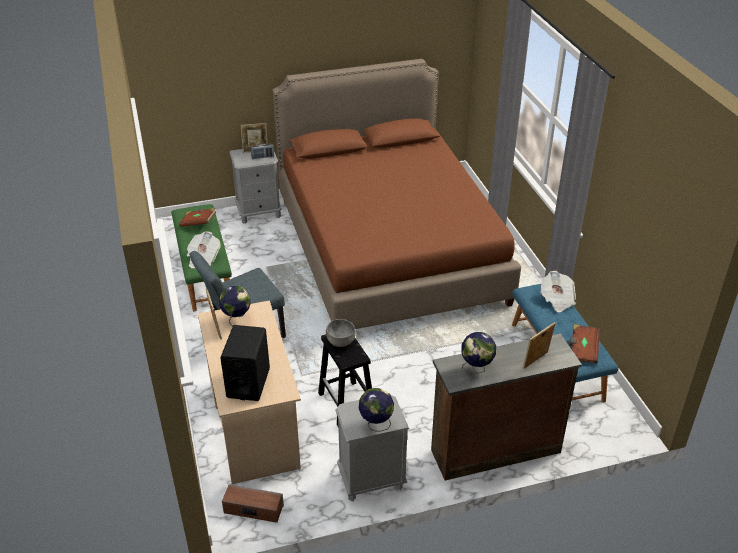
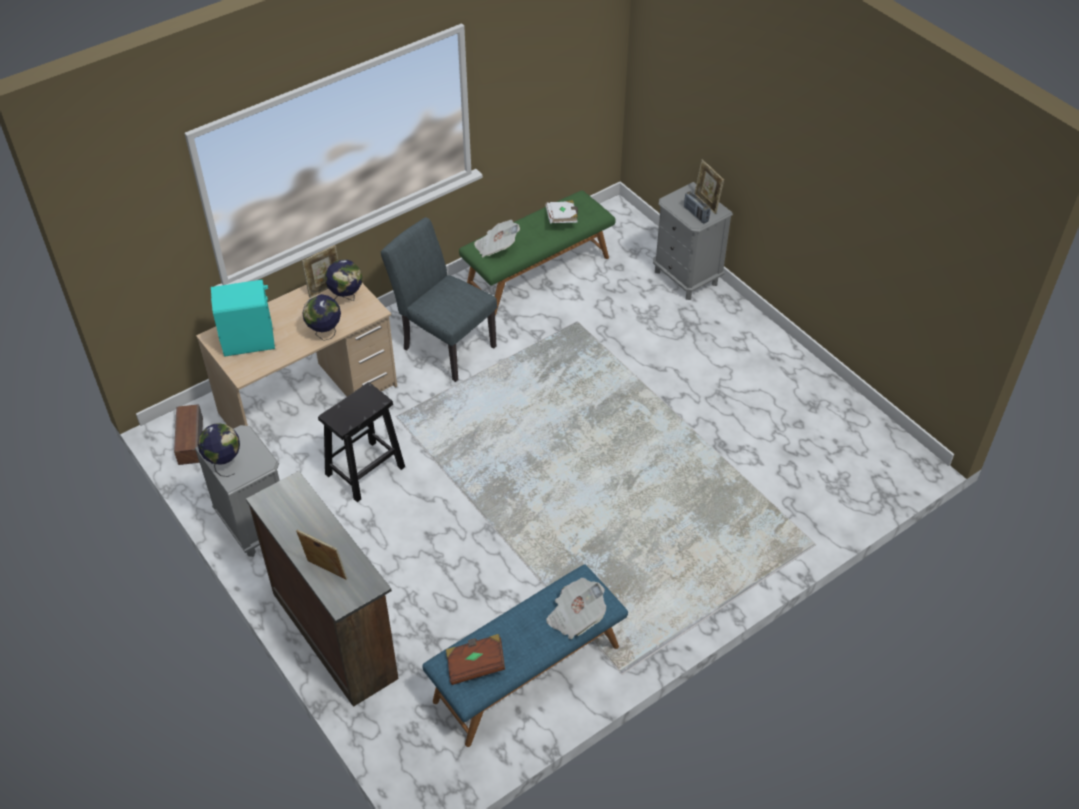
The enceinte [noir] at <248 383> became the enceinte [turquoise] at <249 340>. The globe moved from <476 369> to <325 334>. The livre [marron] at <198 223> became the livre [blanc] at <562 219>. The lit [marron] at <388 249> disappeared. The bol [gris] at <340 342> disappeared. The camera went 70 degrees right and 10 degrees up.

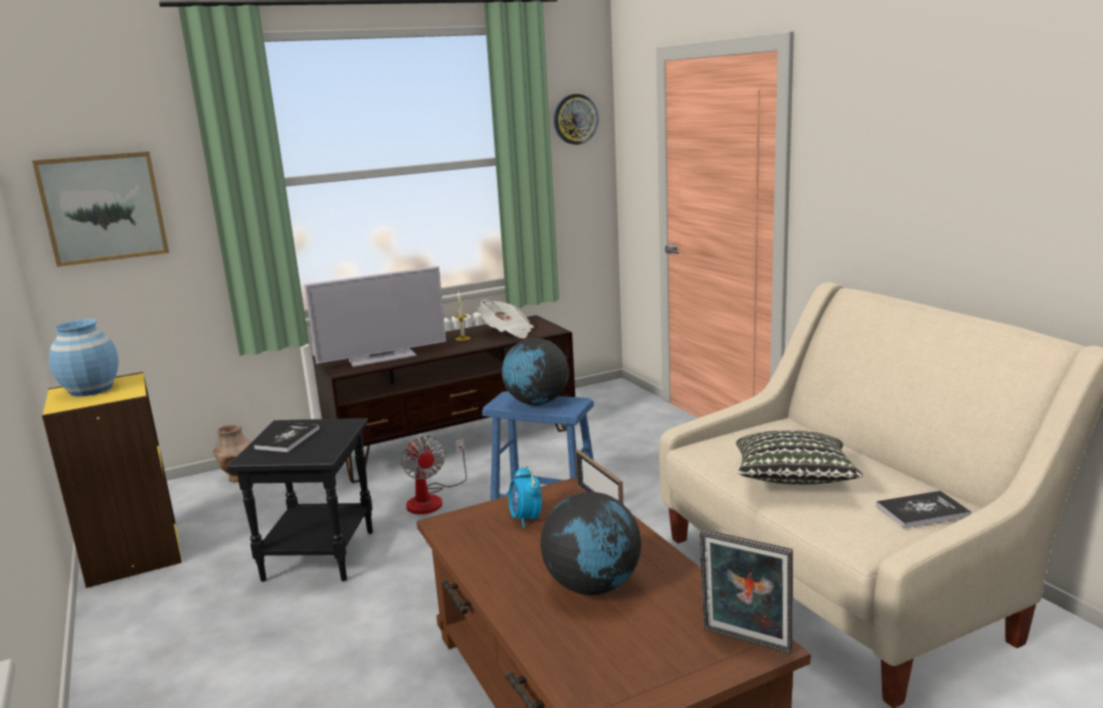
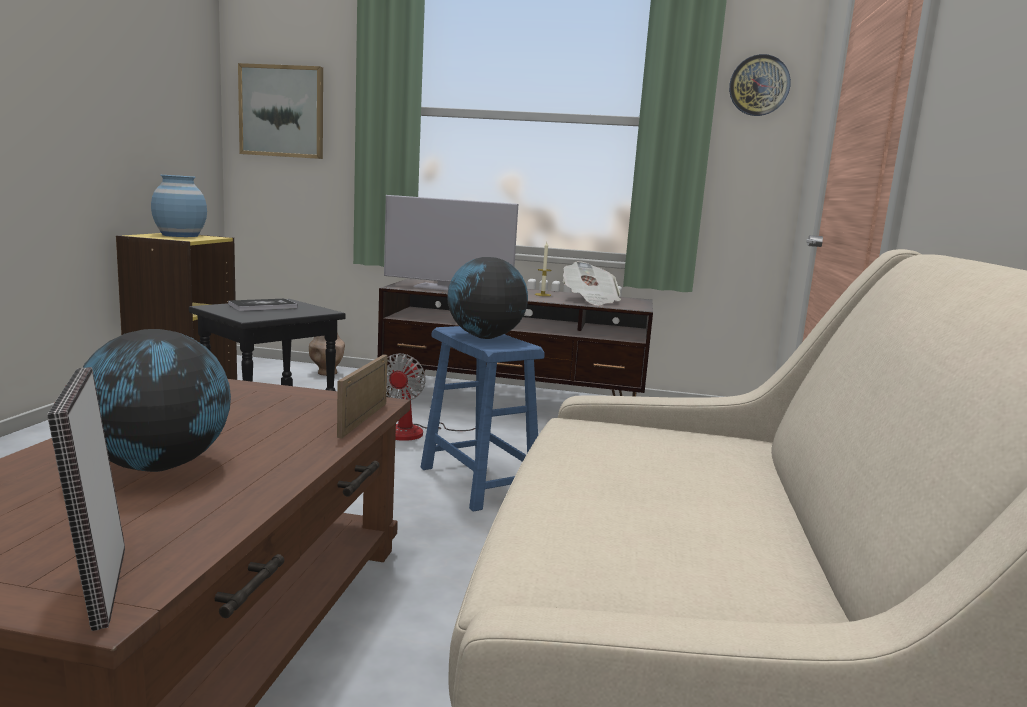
The réveil at <526 519> disappeared. The coussin at <792 480> disappeared. The livre at <922 511> disappeared. The camera went 35 degrees right and 5 degrees down.

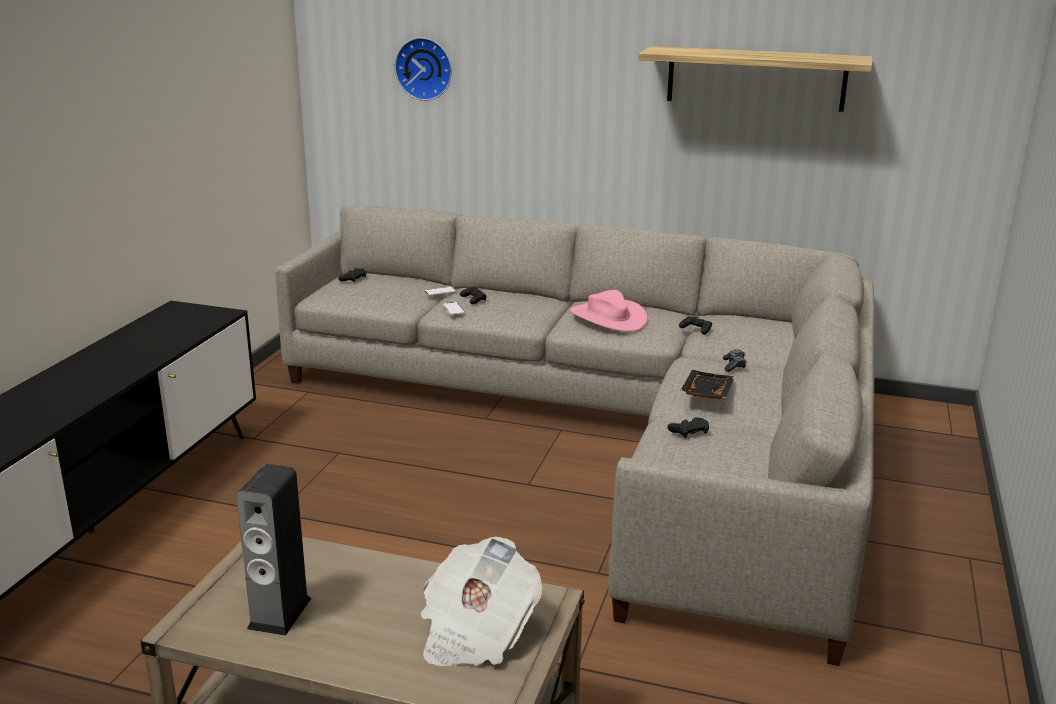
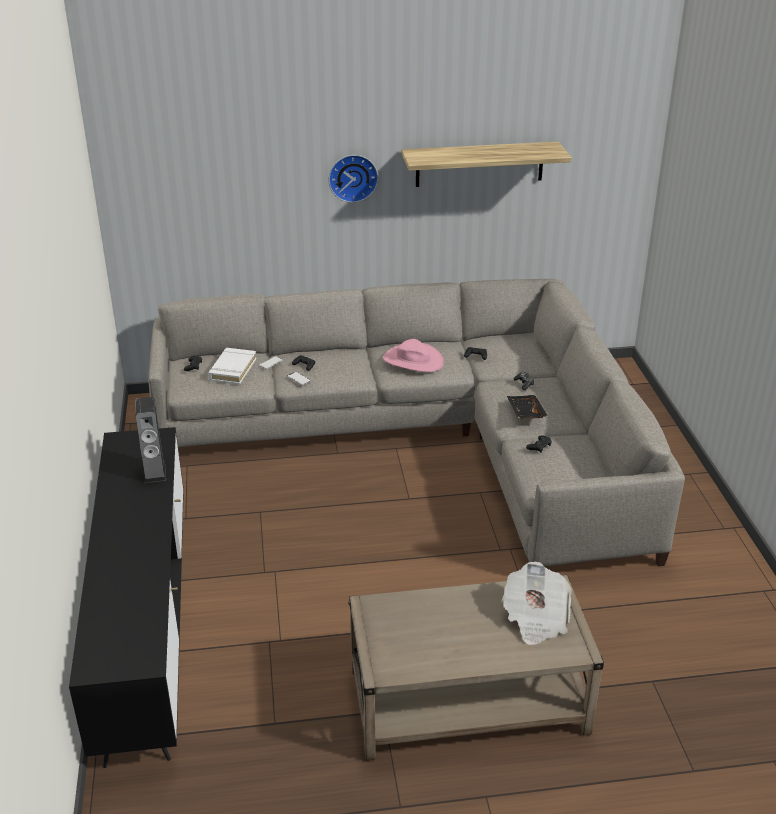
The enceinte moved from <279 613> to <154 472>. The livre [blanc] at <232 369> appeared. The horloge murale moved from <425 68> to <353 177>. The camera went 25 degrees left and 10 degrees up.

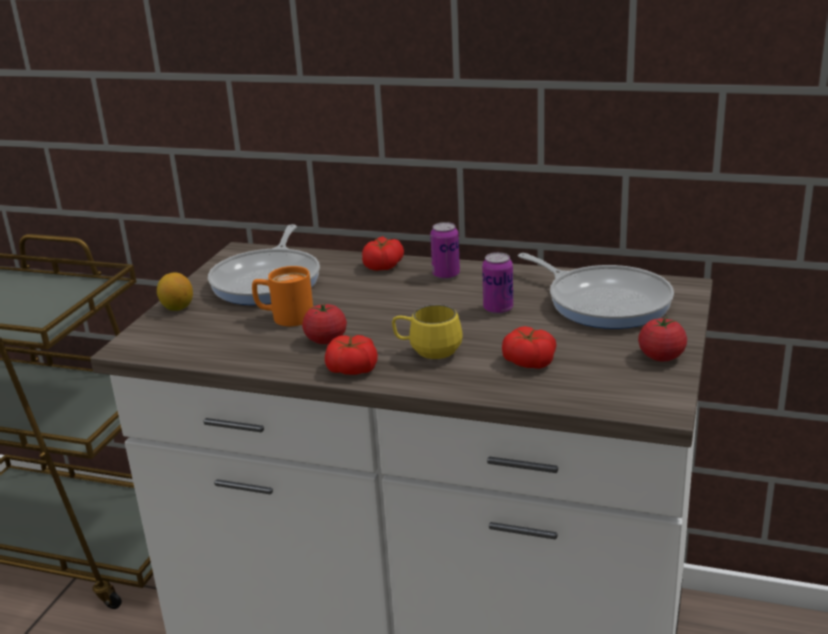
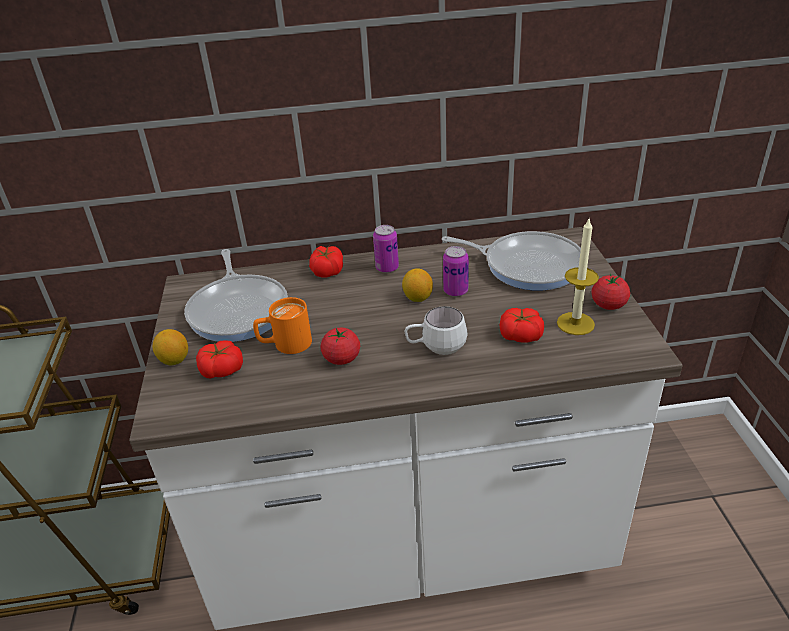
The tomate moved from <352 369> to <222 369>. The citron at <417 298> appeared. The mug [jaune] at <427 352> became the mug [blanc] at <436 348>. The bougie at <575 323> appeared. The camera went 25 degrees left and 10 degrees up.

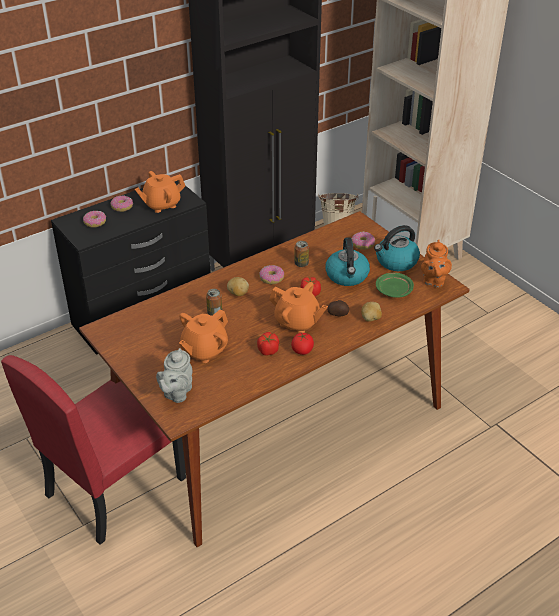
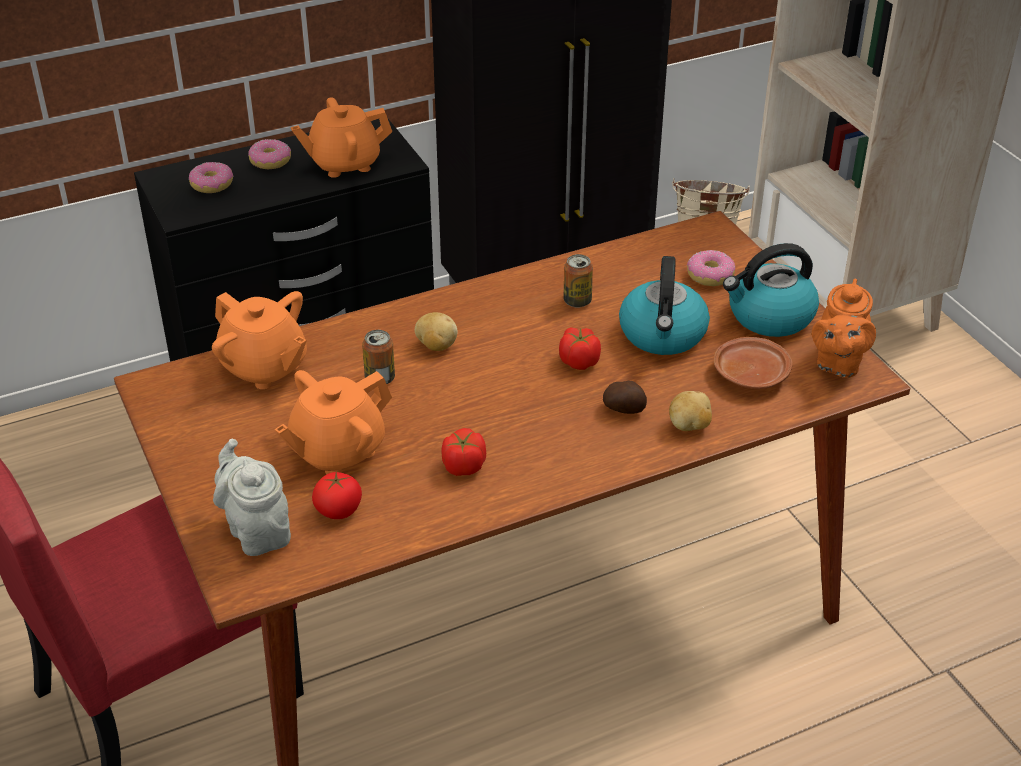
The théière [orange] moved from <297 322> to <264 367>. The théière [gris] at <176 393> turned 120 degrees clockwise. The tomate moved from <302 350> to <338 510>. The assiette [vert] at <393 290> became the assiette [marron] at <751 373>. The beignet at <271 278> disappeared. The camera went 10 degrees right and 0 degrees up.

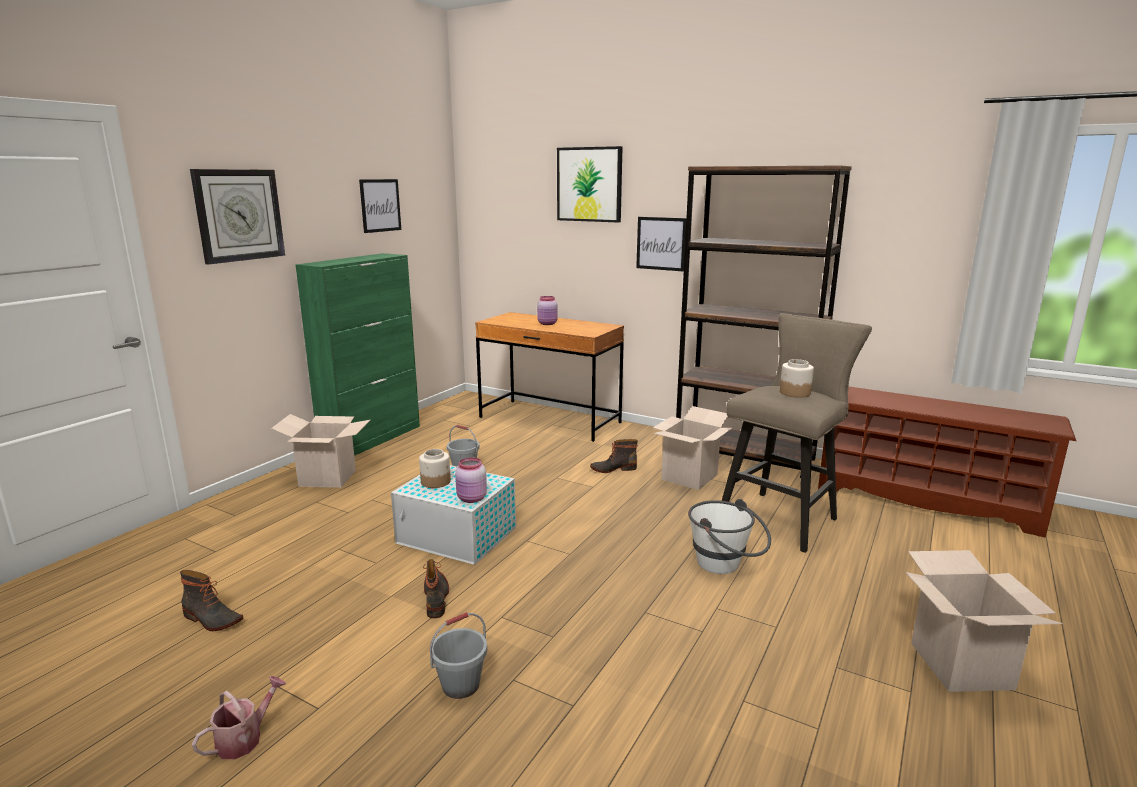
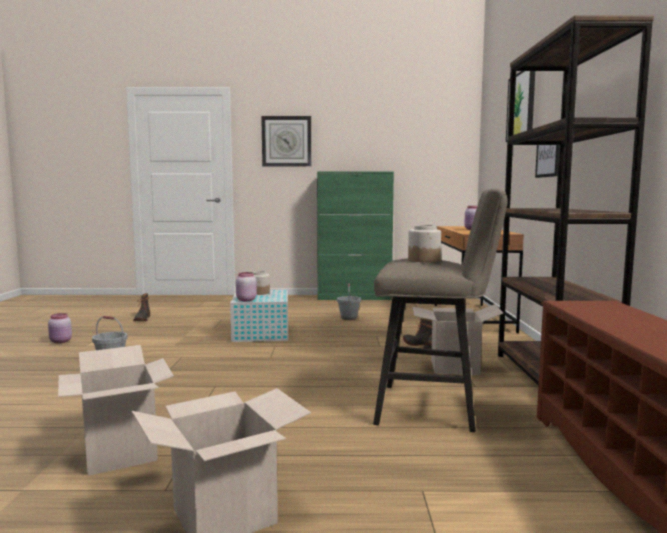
The arrosoir at <245 738> was replaced by the bocal [rose] at <61 341>. The carton moved from <328 478> to <120 453>. The tableau at <380 205> disappeared. The botte at <436 597> disappeared. The seau [blanc] at <726 566> disappeared. The camera went 60 degrees right and 10 degrees down.

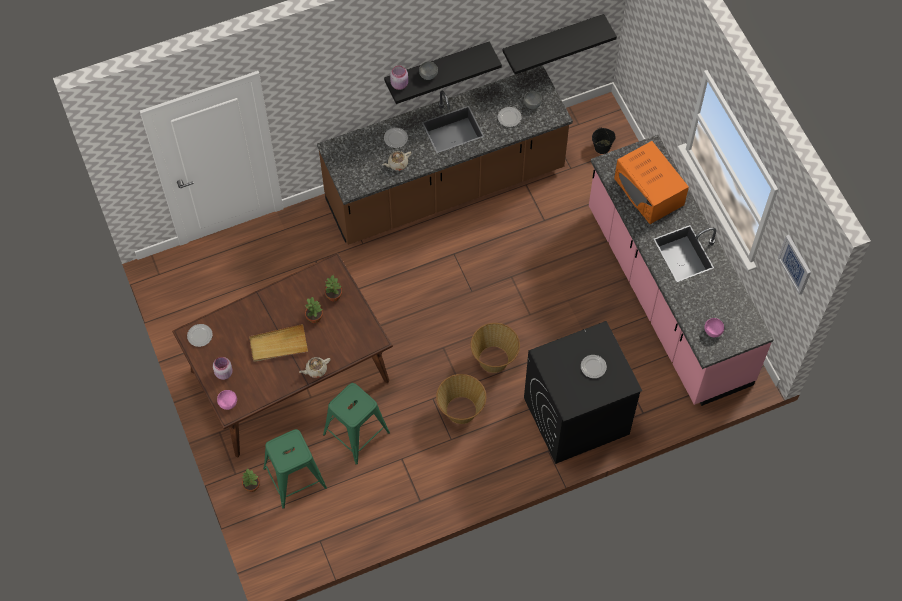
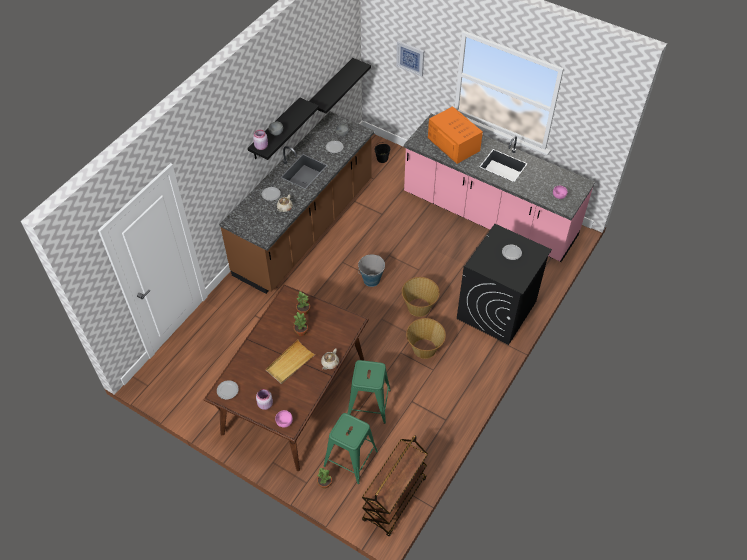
The seau at <371 280> appeared. The chariot [marron] at <395 500> appeared. The tableau moved from <795 264> to <410 58>. The micro-ondes [orange] at <649 191> turned 150 degrees counterclockwise. The camera went 35 degrees left and 10 degrees down.

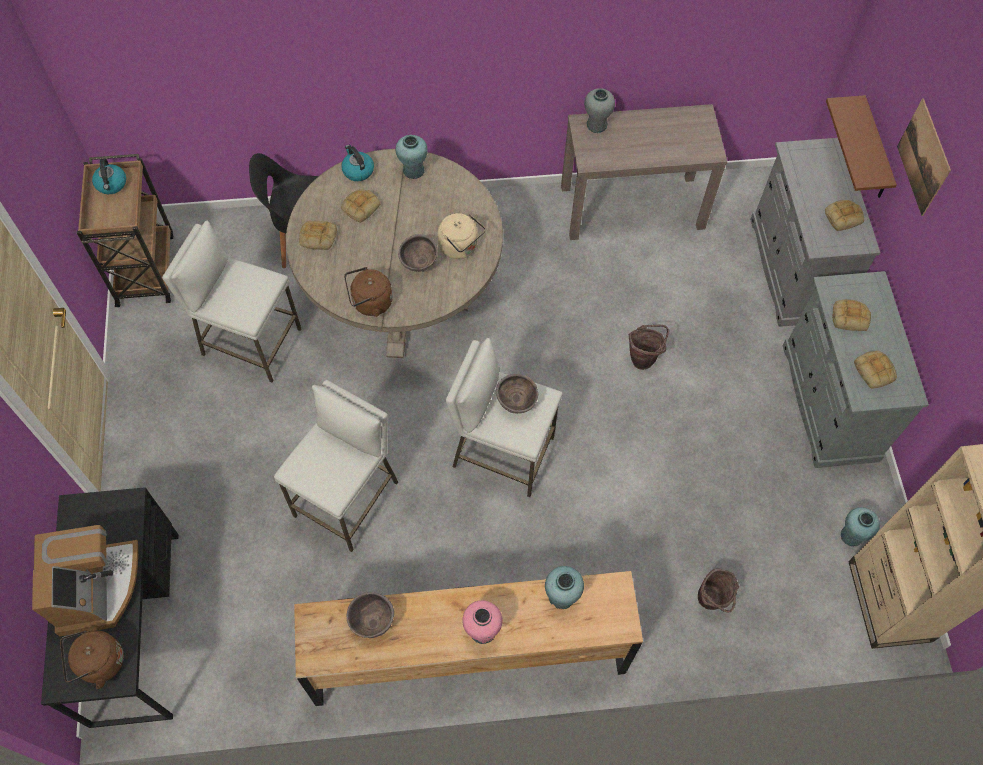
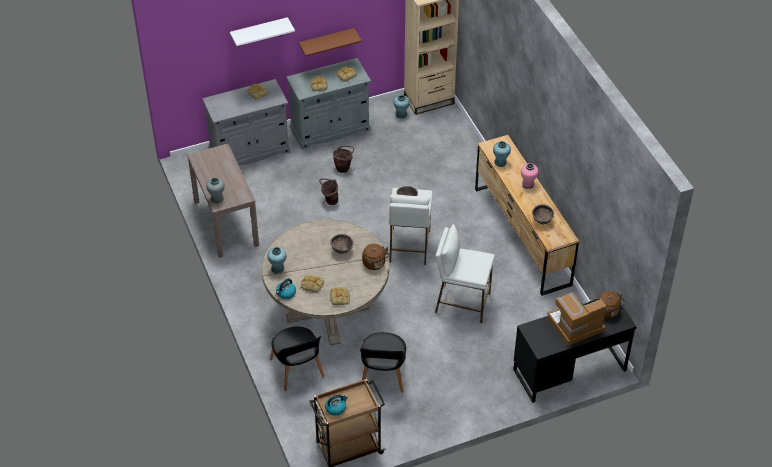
The tableau at <923 157> was replaced by the étagère [blanc] at <259 32>. The étagère [marron] moved from <874 151> to <326 42>. The seau [marron] moved from <711 601> to <344 168>. The tabouret [blanc] at <251 342> was replaced by the chaise [noir] at <383 376>. The bouilloire [beige] at <460 247> disappeared. The camera went 105 degrees left and 15 degrees down.

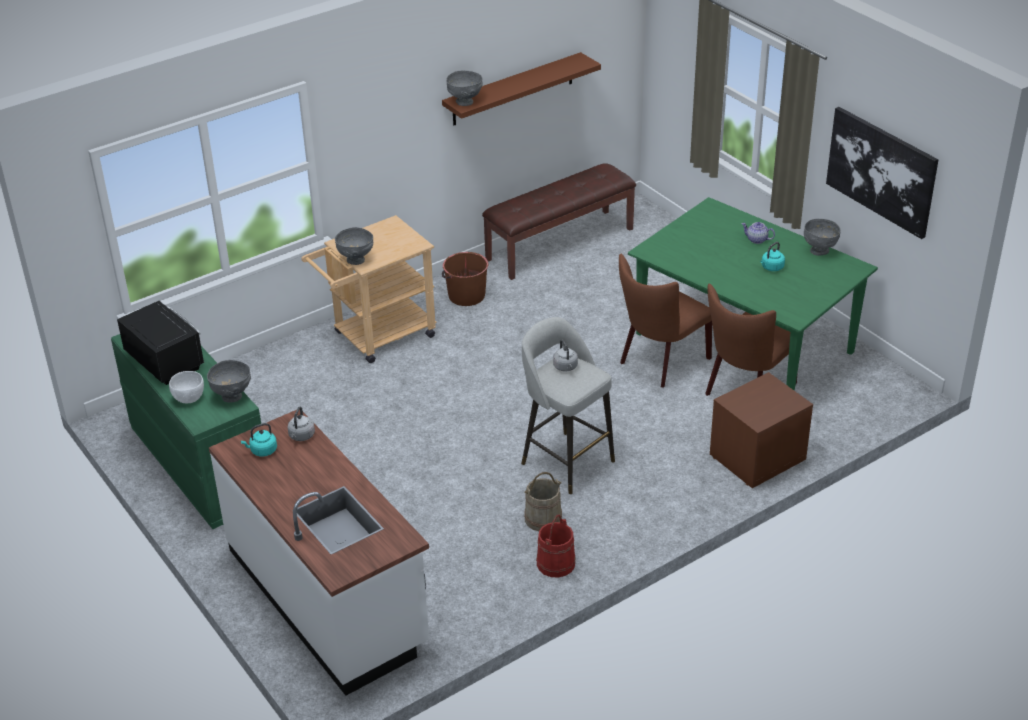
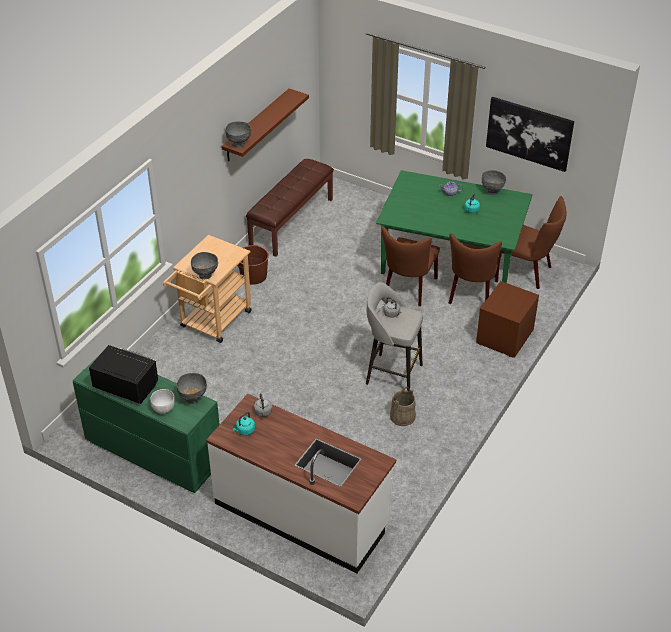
The chaise [marron] at <526 272> appeared. The seau [rouge] at <555 563> disappeared. The camera went 25 degrees left and 5 degrees up.

